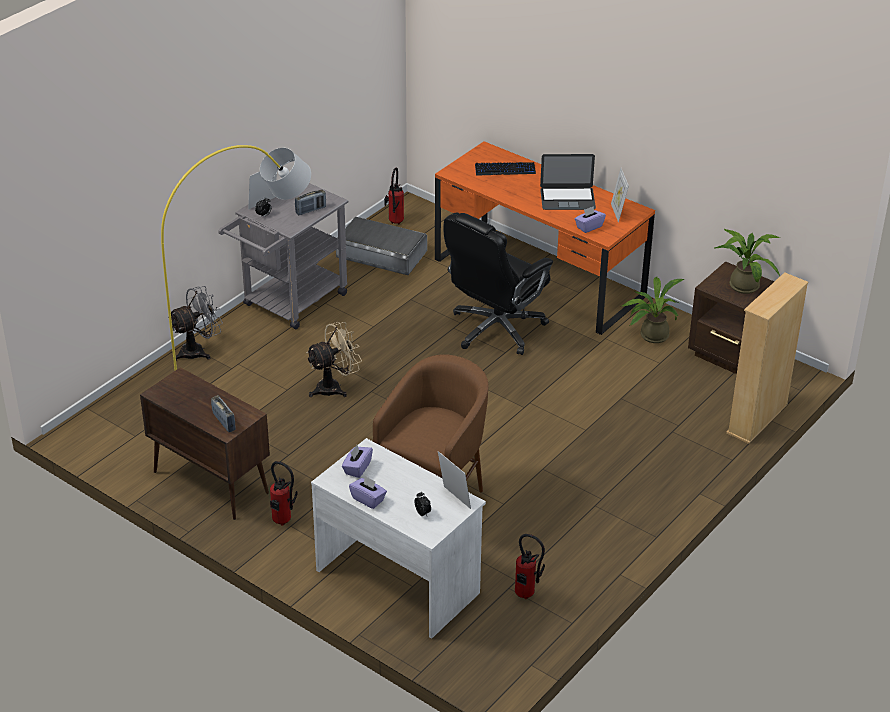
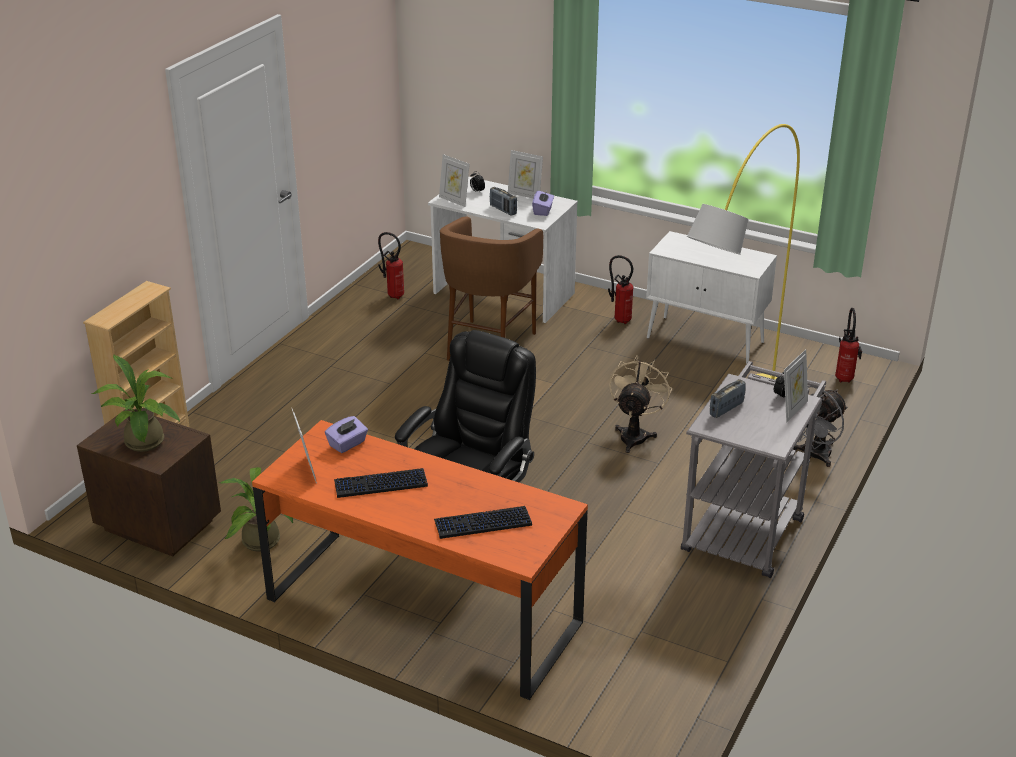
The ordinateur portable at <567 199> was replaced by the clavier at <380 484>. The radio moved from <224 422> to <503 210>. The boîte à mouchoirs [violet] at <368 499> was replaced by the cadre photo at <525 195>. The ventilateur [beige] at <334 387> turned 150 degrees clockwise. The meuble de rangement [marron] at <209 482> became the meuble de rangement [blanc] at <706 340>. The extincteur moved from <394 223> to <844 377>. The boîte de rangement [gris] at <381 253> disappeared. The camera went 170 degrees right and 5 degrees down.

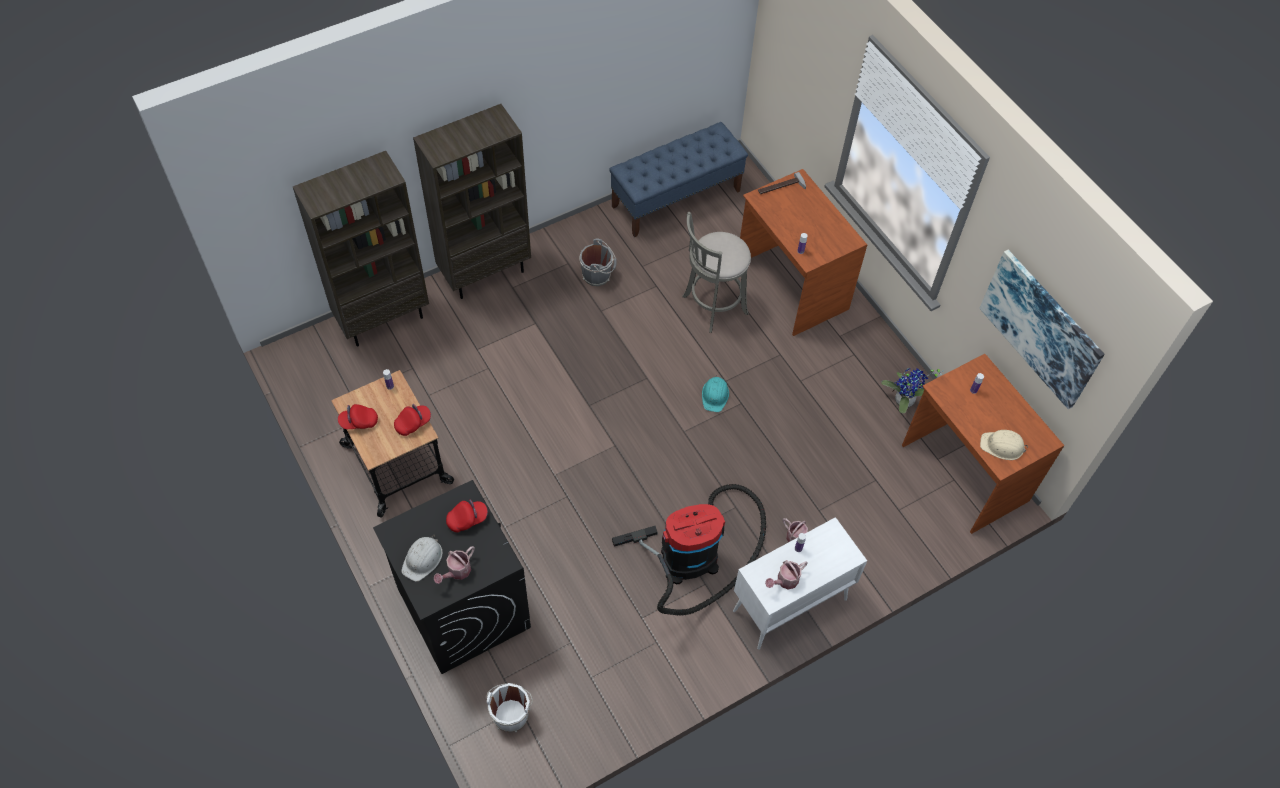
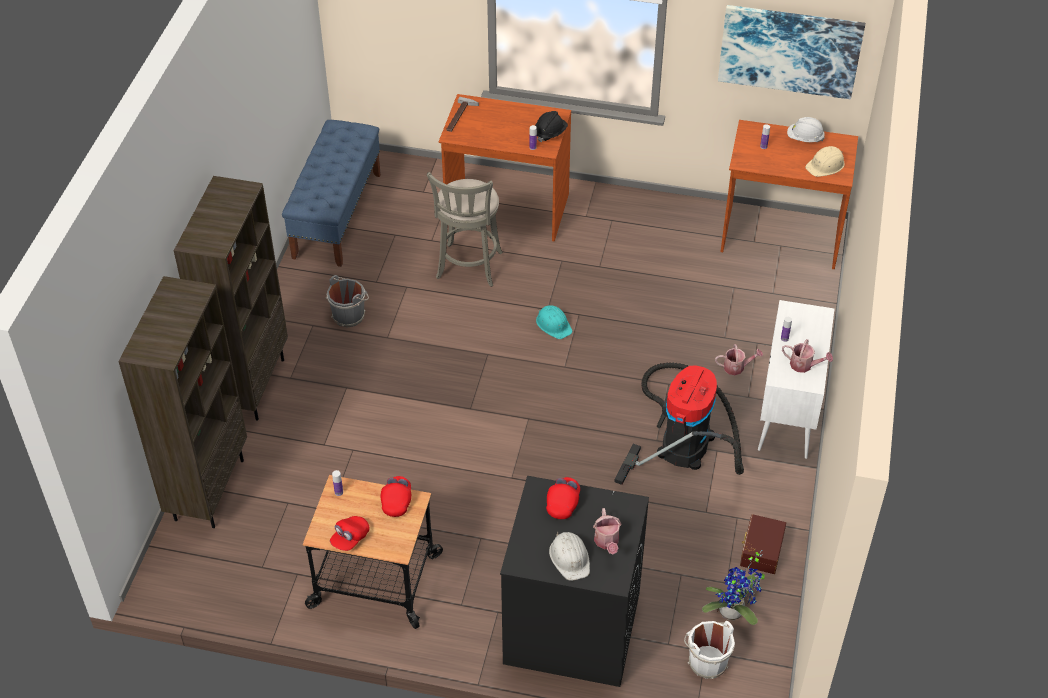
The casque de chantier [noir] at <550 133> appeared. The plante en pot moved from <904 403> to <734 613>. The boîte de rangement [marron] at <760 550> appeared. The arrosoir at <785 581> turned 75 degrees counterclockwise. The casque de chantier [blanc] at <804 139> appeared. The camera went 45 degrees left and 10 degrees down.

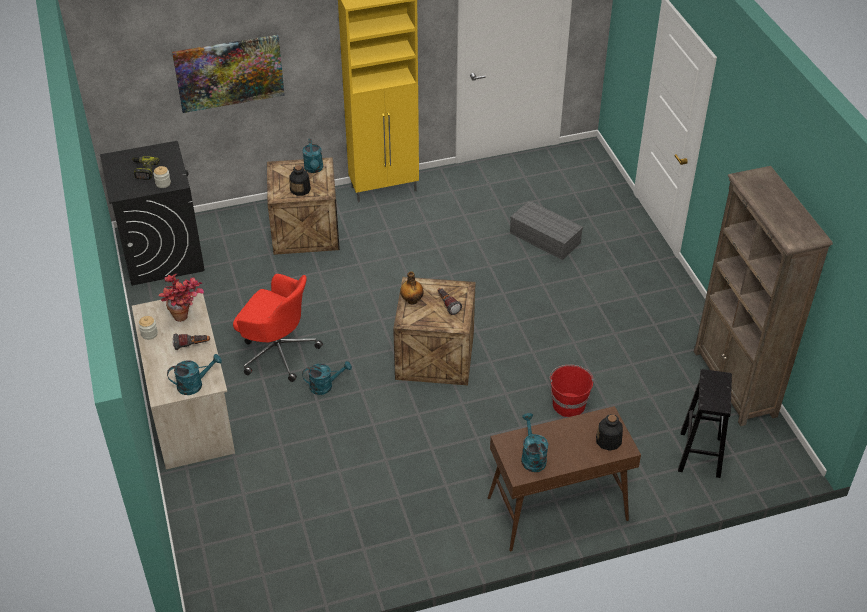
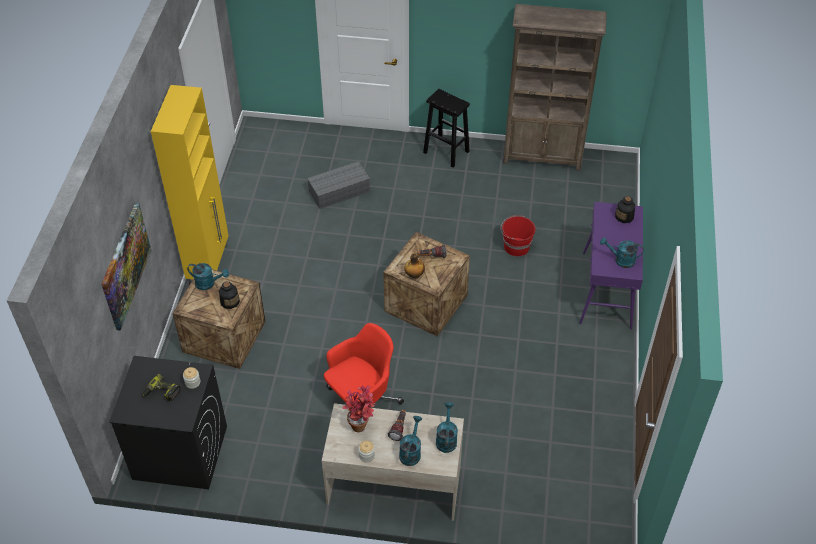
The arrosoir [turquoise] moved from <325 386> to <411 452>. The tabouret [noir] moved from <700 453> to <445 152>. The table console [marron] at <557 509> became the table console [violet] at <607 291>. The camera went 65 degrees left and 5 degrees up.

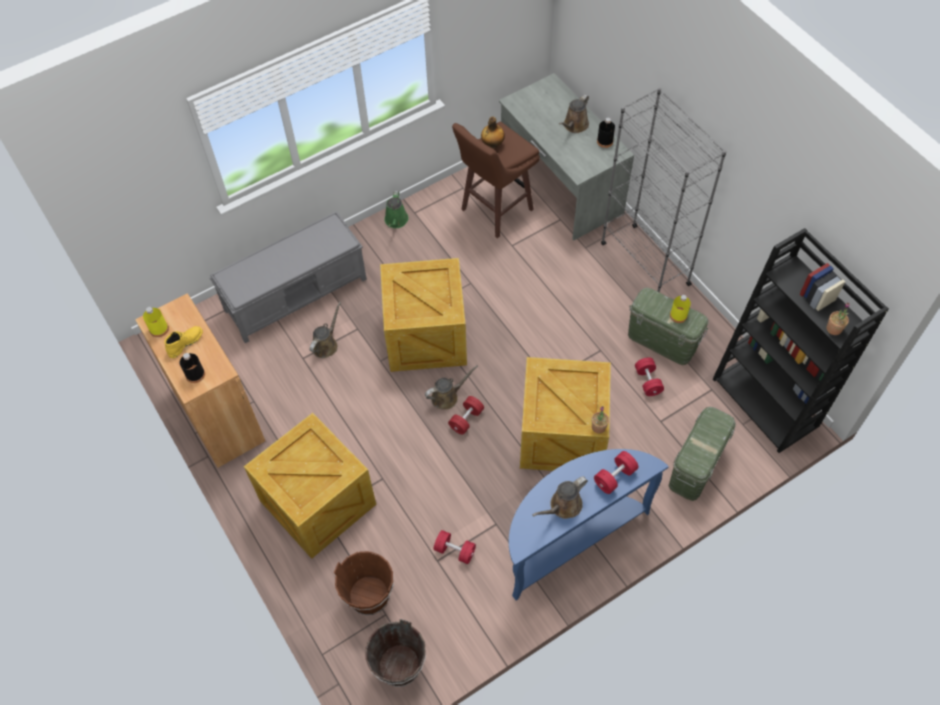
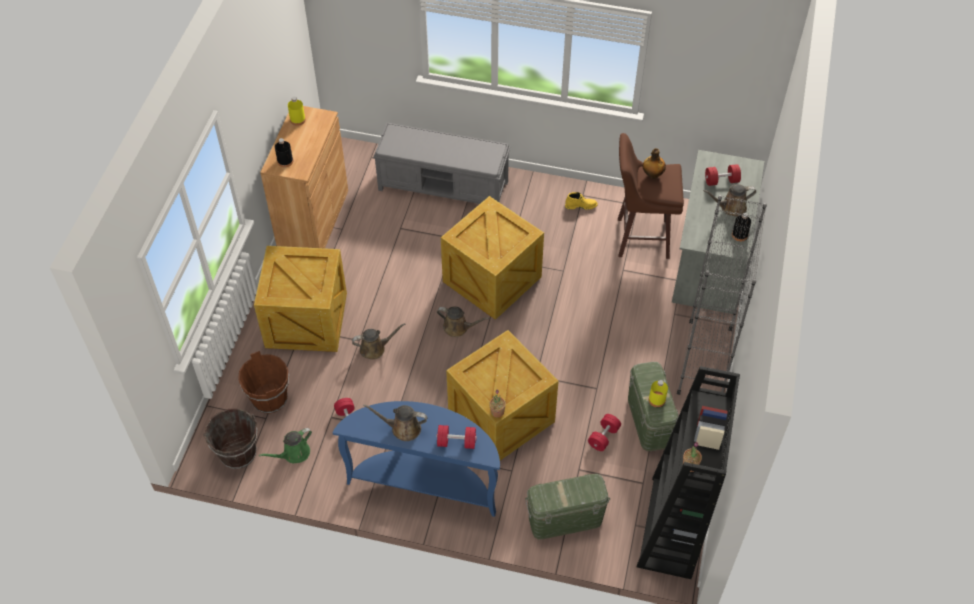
The arrosoir [vert] moved from <396 221> to <294 454>. The arrosoir [marron] moved from <326 344> to <375 348>. The botte [jaune] moved from <185 343> to <581 205>. The haltère [rouge] moved from <466 419> to <721 181>. The camera went 45 degrees right and 5 degrees down.

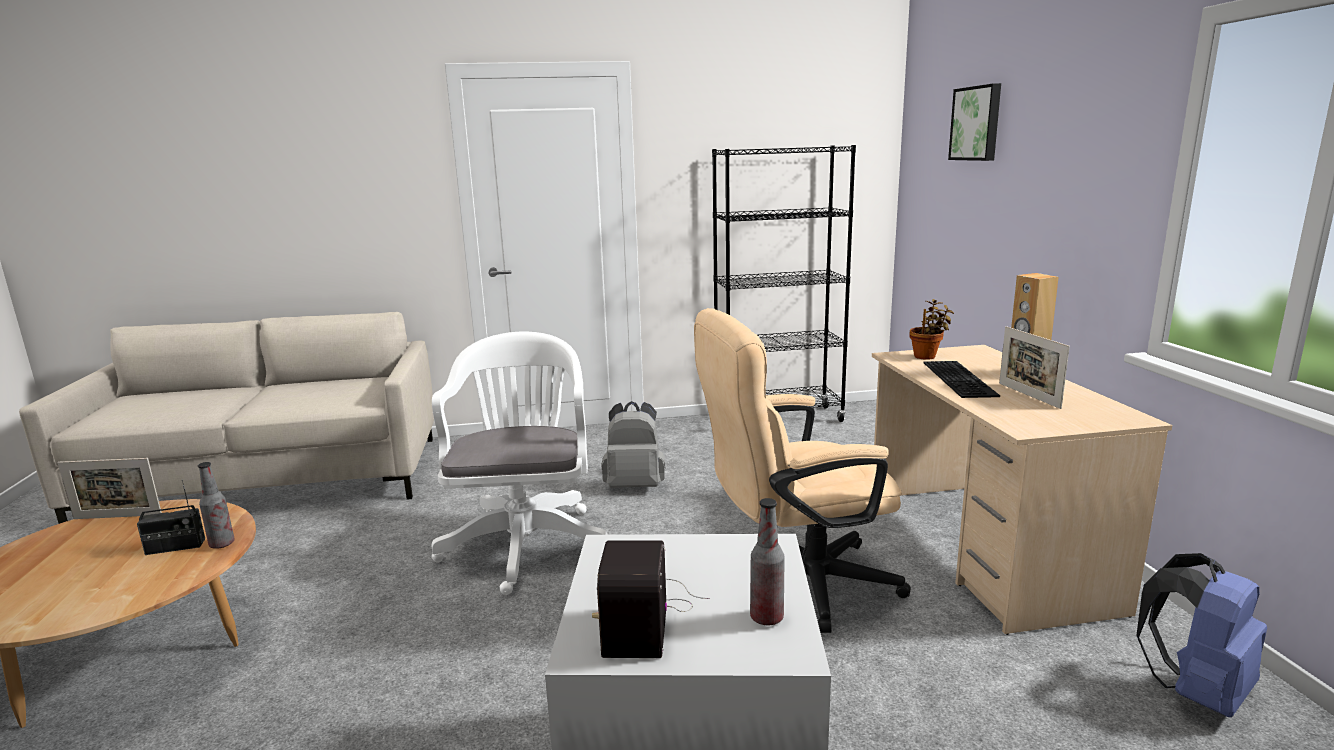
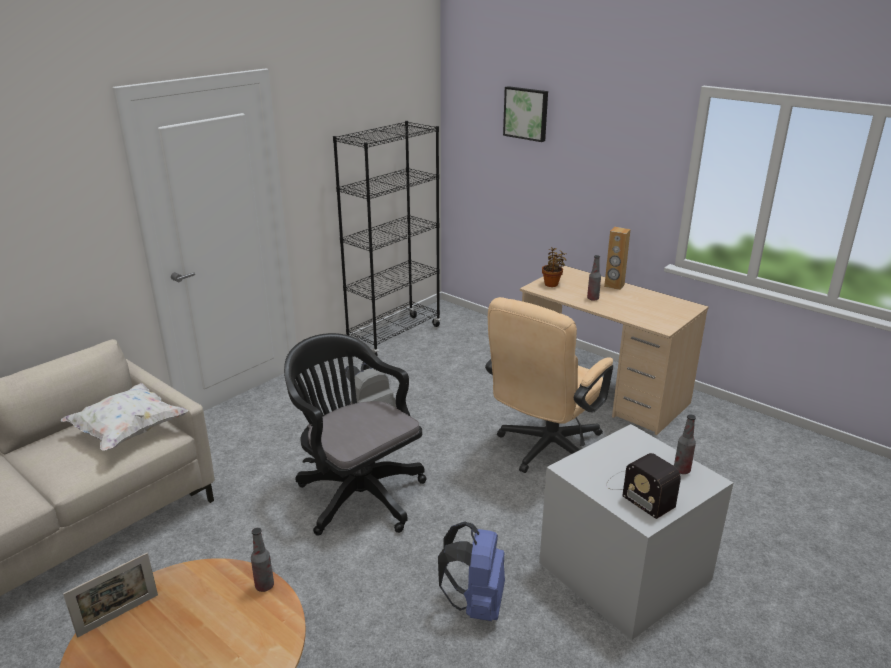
The coussin [blanc] at <128 432> appeared. The chaise de bureau [blanc] at <525 541> became the chaise de bureau [noir] at <357 493>. The sac à dos [bleu] moved from <1196 691> to <475 603>. The clavier at <961 379> was replaced by the bouteille at <592 298>. The radio at <175 547> disappeared. The cadre photo at <1028 395> disappeared. The camera went 40 degrees left and 10 degrees up.

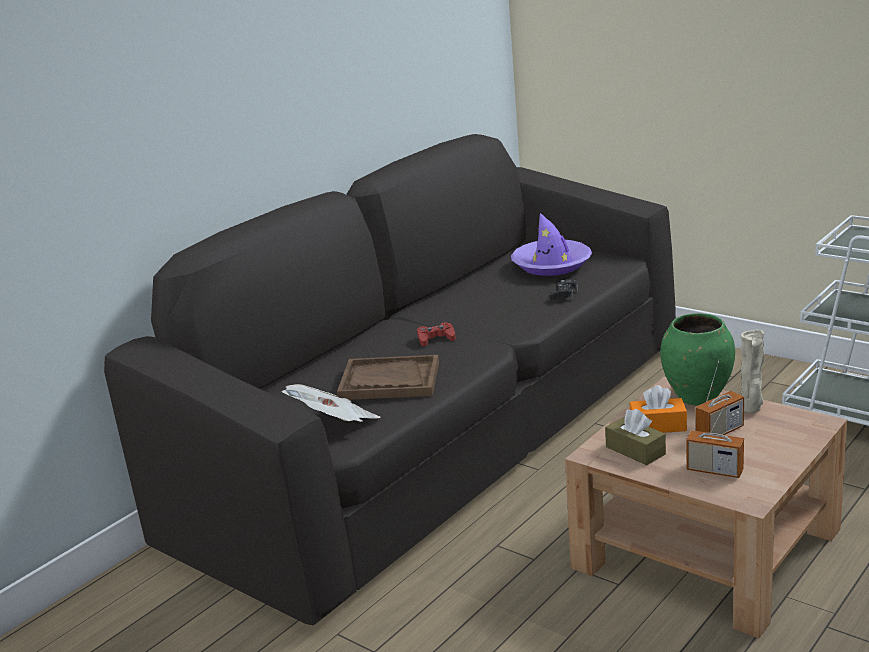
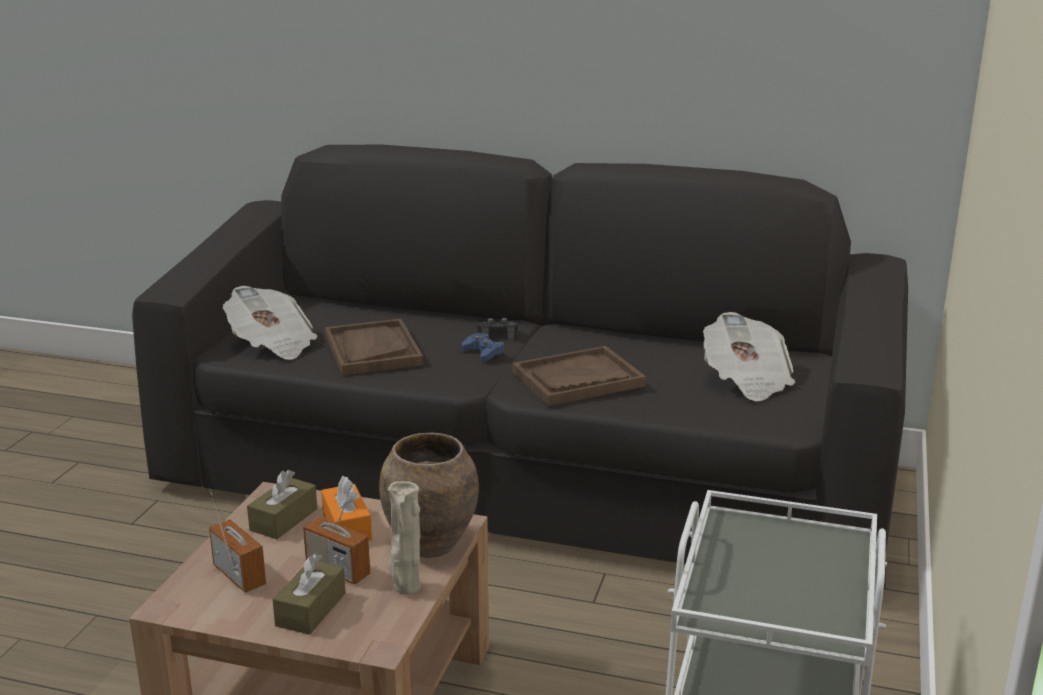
The radio at <714 470> turned 135 degrees clockwise. The boîte à mouchoirs [marron] at <311 609> appeared. The vase [vert] at <696 398> became the vase [marron] at <430 545>. The manette [rouge] at <436 338> became the manette [bleu] at <483 353>. The manette [noir] moved from <564 295> to <497 334>. The plateau [marron] at <577 379> appeared. The chapeau [violet] at <551 265> was replaced by the journal at <746 380>. The camera went 65 degrees right and 0 degrees up.

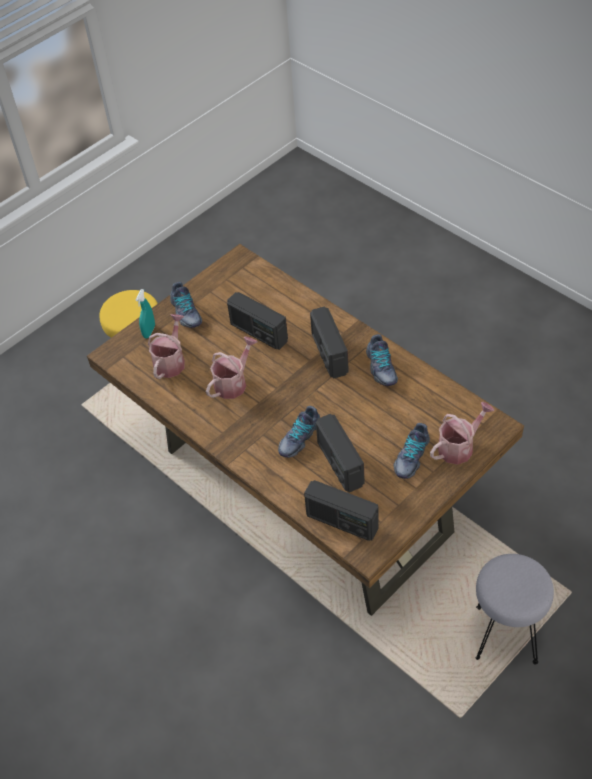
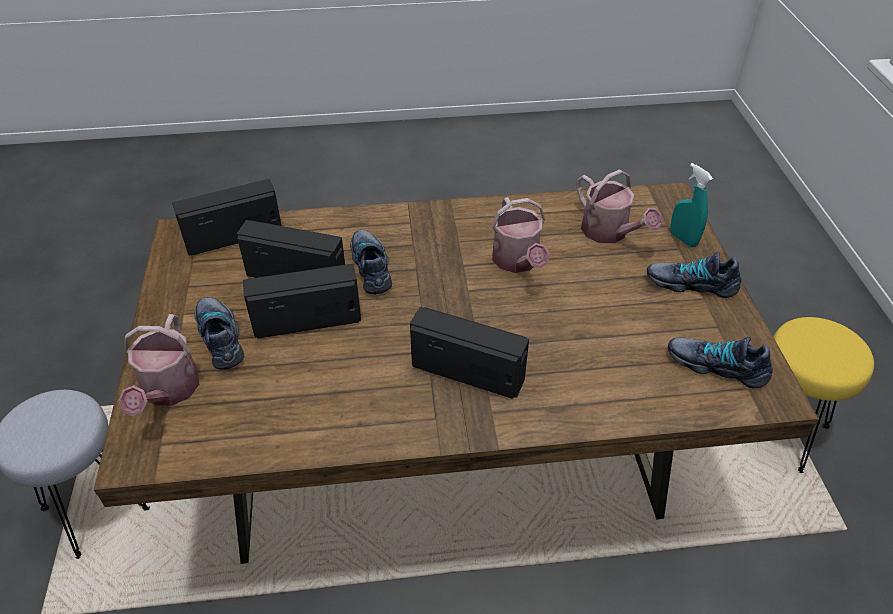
The radio moved from <258 332> to <307 320>. The chaussure moved from <381 368> to <716 365>. The camera went 125 degrees right and 5 degrees down.

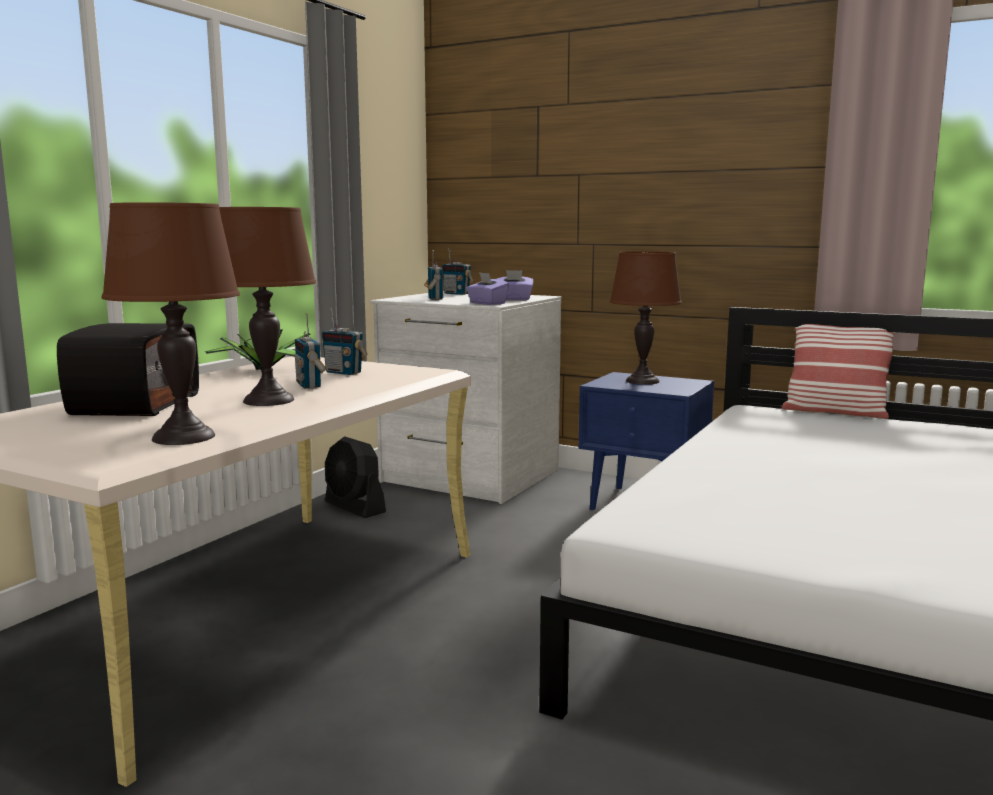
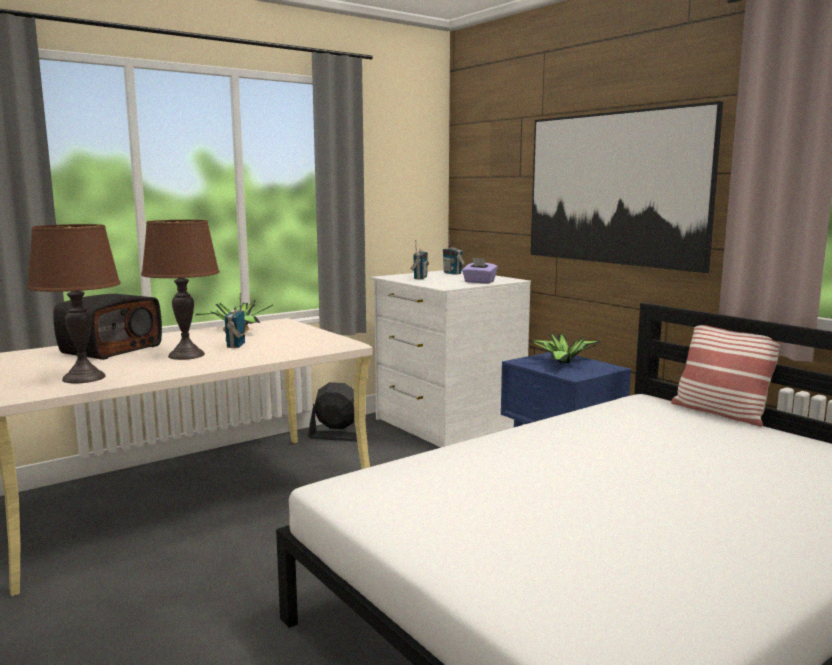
The ventilateur [noir] at <354 507> turned 120 degrees clockwise. The lampe de table [marron] at <642 381> was replaced by the plante en pot at <562 362>. The tableau at <614 188> appeared. The radio at <344 373> disappeared. The boîte à mouchoirs [violet] at <487 303> disappeared. The camera went 25 degrees right and 0 degrees up.

